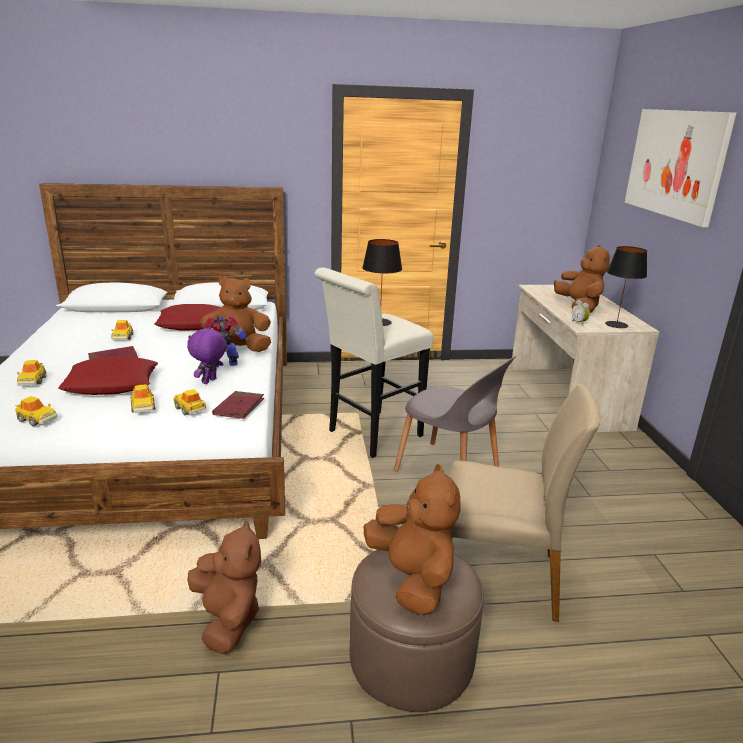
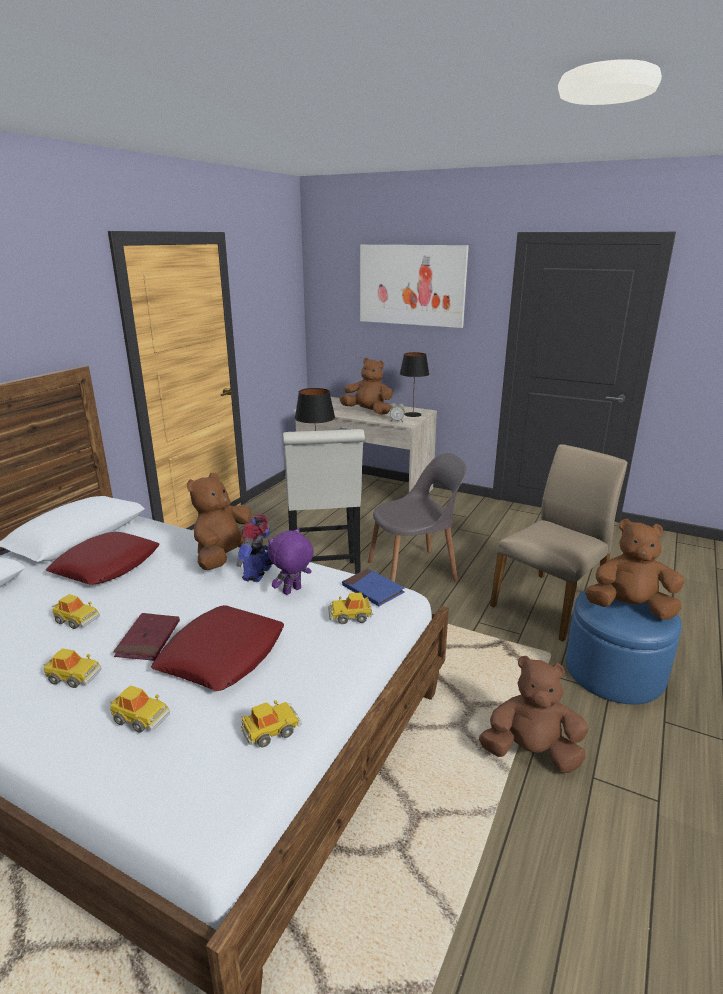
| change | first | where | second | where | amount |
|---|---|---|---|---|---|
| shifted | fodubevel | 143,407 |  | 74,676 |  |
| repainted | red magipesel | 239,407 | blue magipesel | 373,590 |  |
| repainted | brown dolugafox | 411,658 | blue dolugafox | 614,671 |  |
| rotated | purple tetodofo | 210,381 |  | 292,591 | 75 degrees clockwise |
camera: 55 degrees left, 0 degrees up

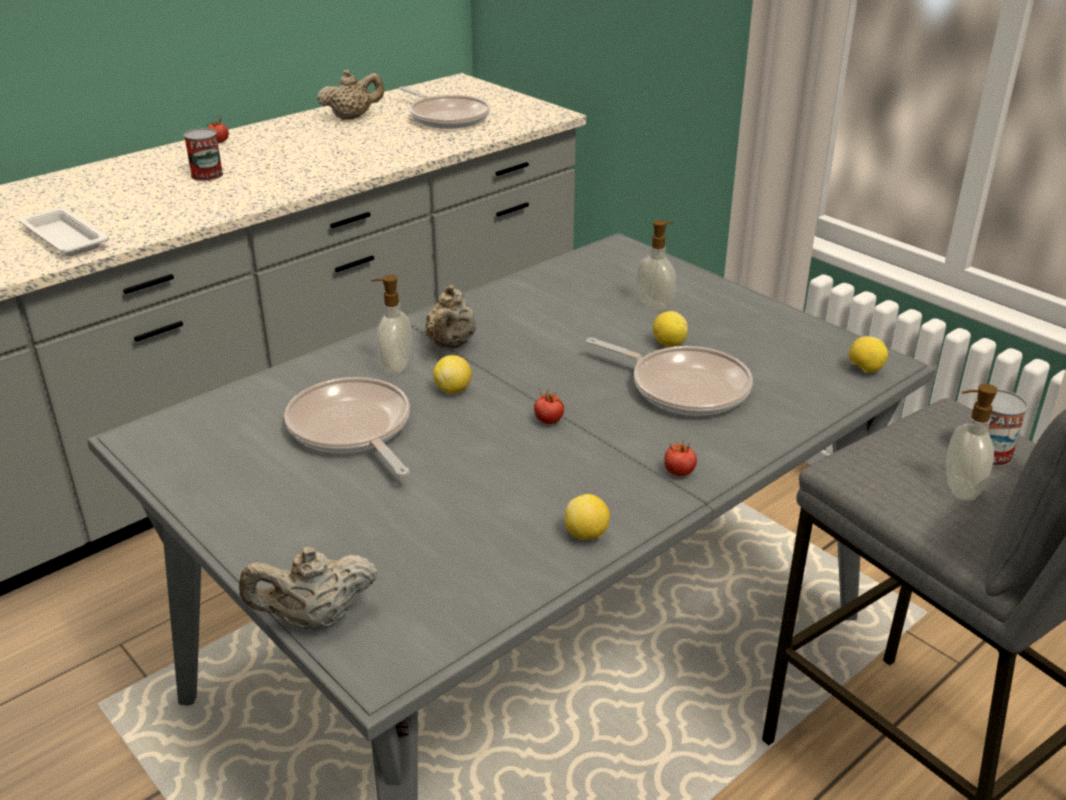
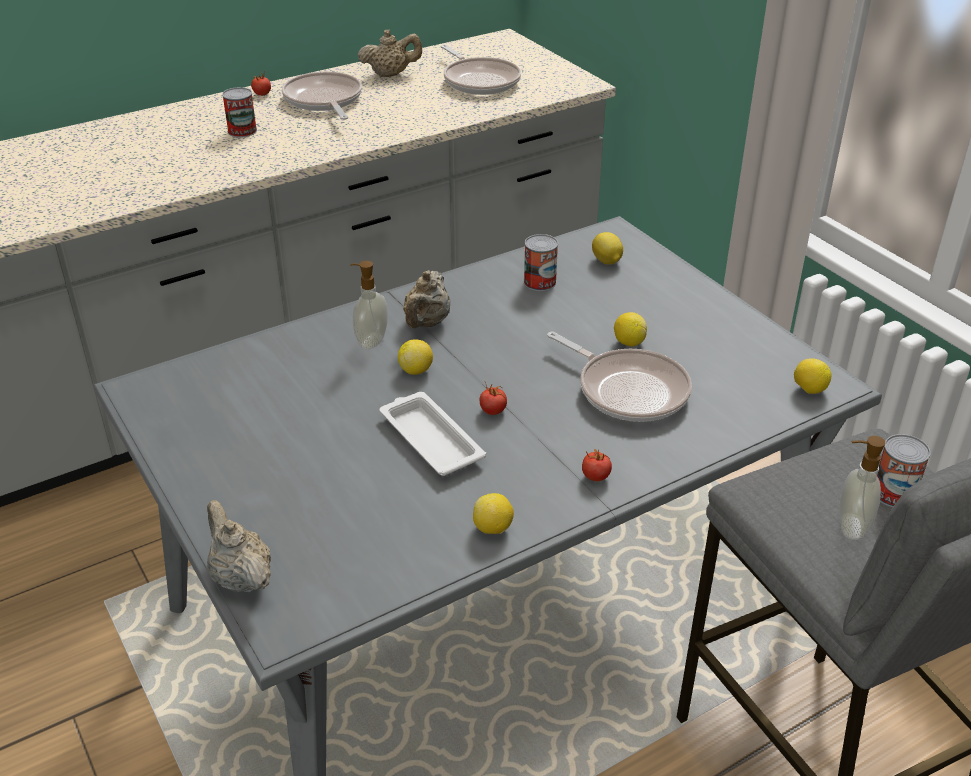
| change | first | where | second | where | amount |
|---|---|---|---|---|---|
| gone | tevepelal | 655,305 |  |  |  |
| new |  |  | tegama | 540,282 |  |
| new |  |  | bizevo | 606,261 |  |
| shifted | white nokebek | 64,238 |  | 430,439 |  |
| shifted | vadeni | 352,429 |  | 324,101 |  |
| rotated | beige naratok | 314,619 |  | 240,577 | 60 degrees clockwise |
camera: 10 degrees right, 5 degrees up

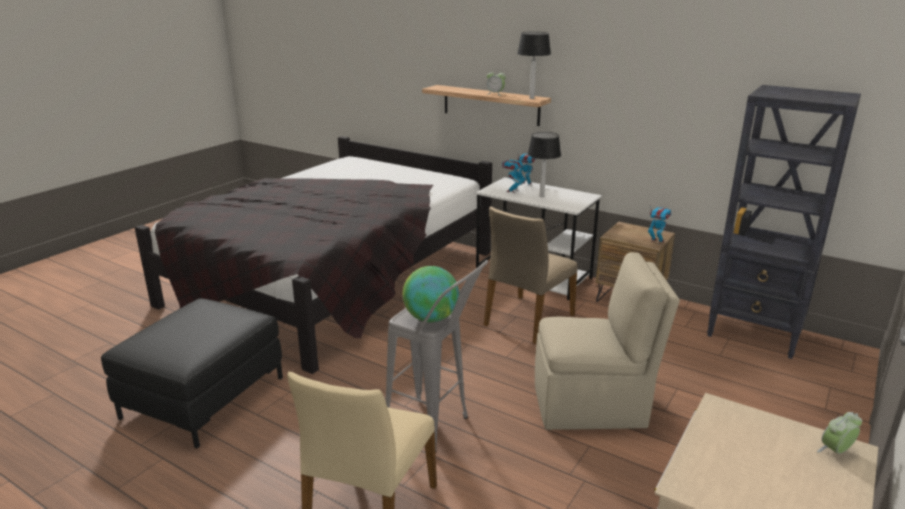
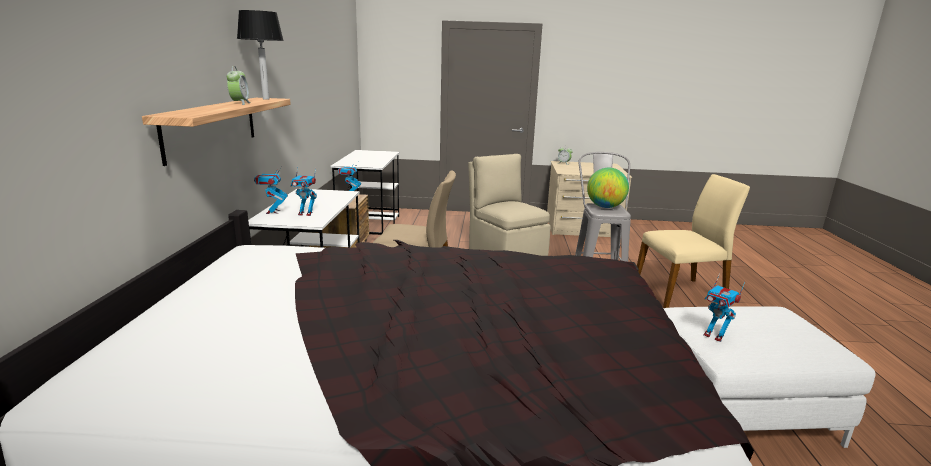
| change | first | where | second | where | amount |
|---|---|---|---|---|---|
| gone | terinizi | 541,196 |  |  |  |
| new |  |  | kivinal | 714,336 |  |
| swapped | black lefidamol | 755,334 | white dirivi | 370,227 |  |
| repainted | black dolugafox | 204,397 | white dolugafox | 738,408 |  |
camera: 120 degrees left, 5 degrees down

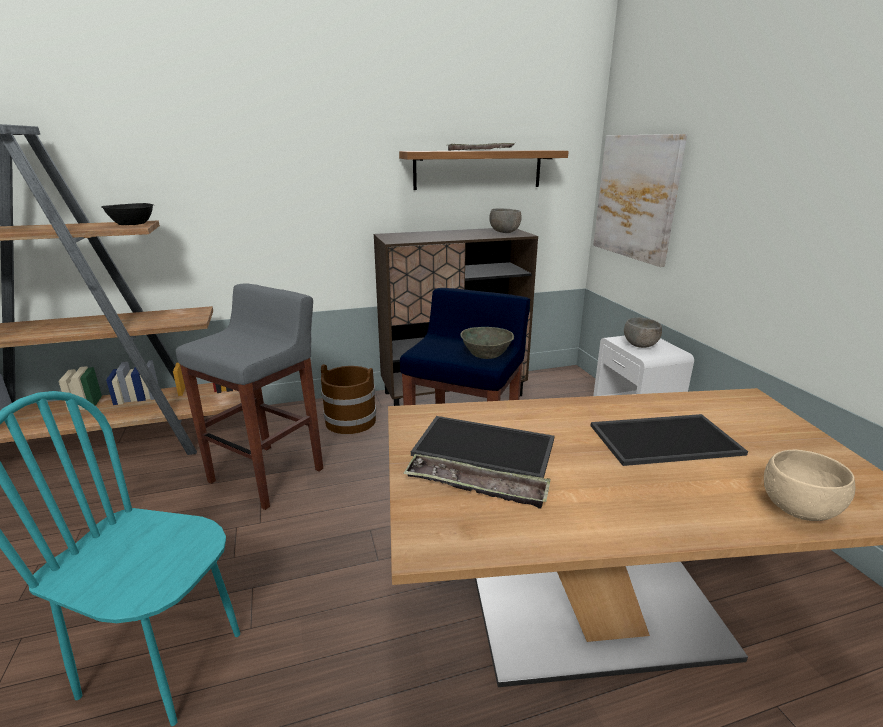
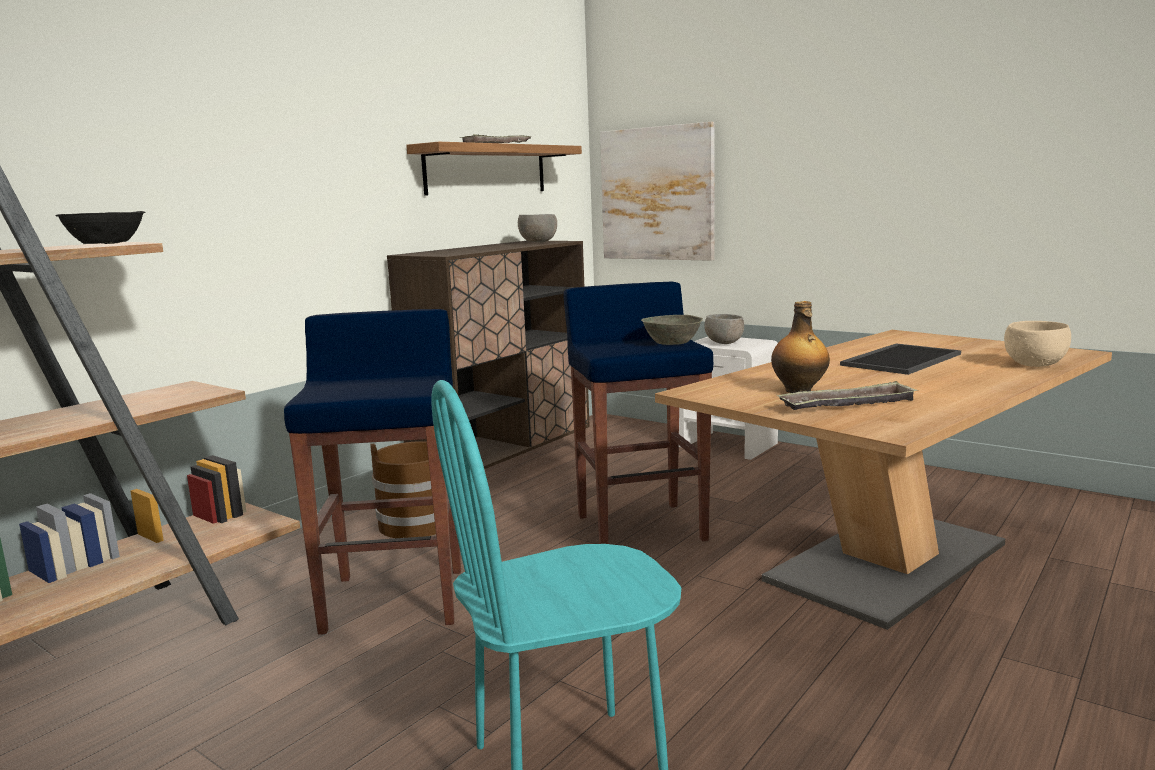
| change | first | where | second | where | amount |
|---|---|---|---|---|---|
| swapped | nokebek | 482,448 | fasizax | 799,391 |  |
| repainted | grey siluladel | 268,475 | blue siluladel | 395,599 |  |
camera: 35 degrees left, 10 degrees down

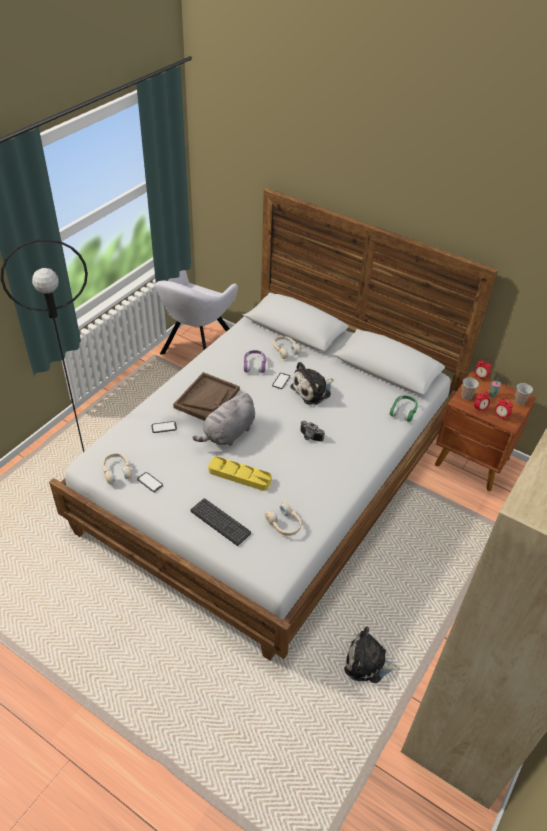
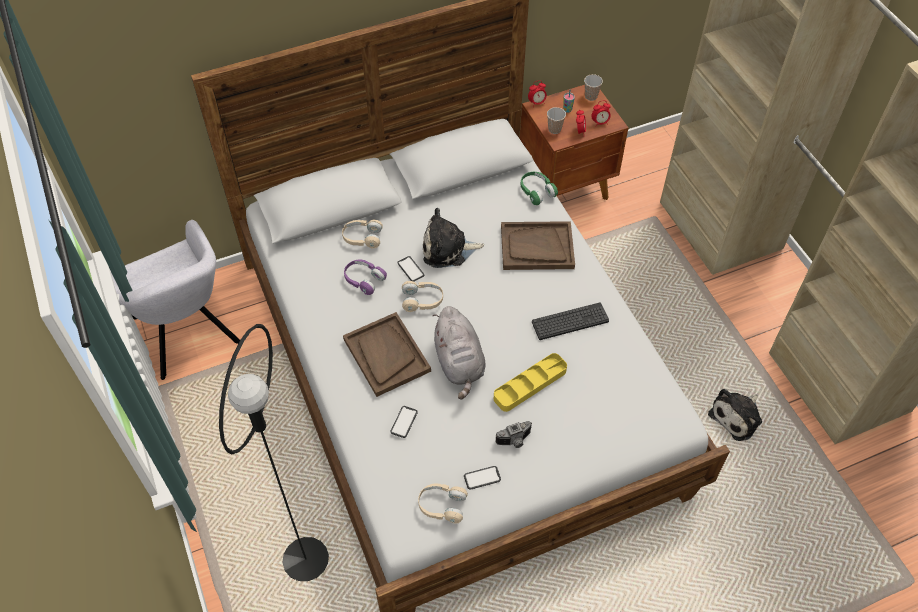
| change | first | where | second | where | amount |
|---|---|---|---|---|---|
| new |  |  | brown nokebek | 536,247 |  |
| shifted | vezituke | 220,522 |  | 570,321 |  |
| shifted | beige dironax | 284,524 |  | 422,300 |  |
| shifted | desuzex | 309,437 |  | 515,441 |  |
| rotated | tetodofo | 313,391 |  | 448,249 | 90 degrees clockwise |
camera: 55 degrees left, 10 degrees up

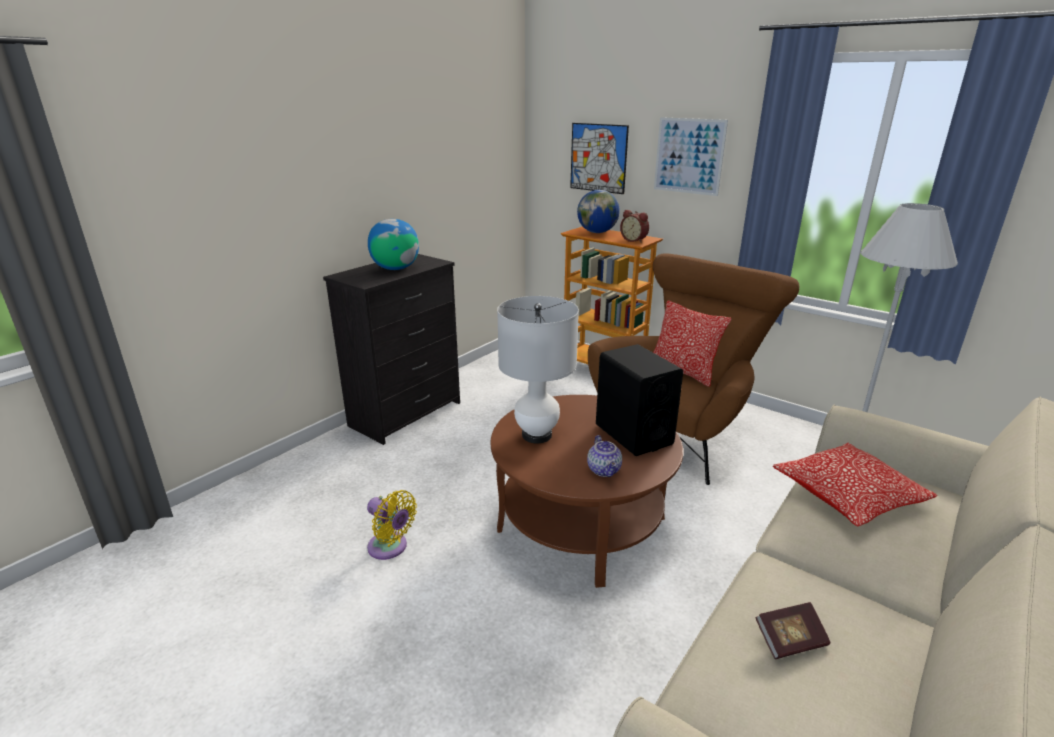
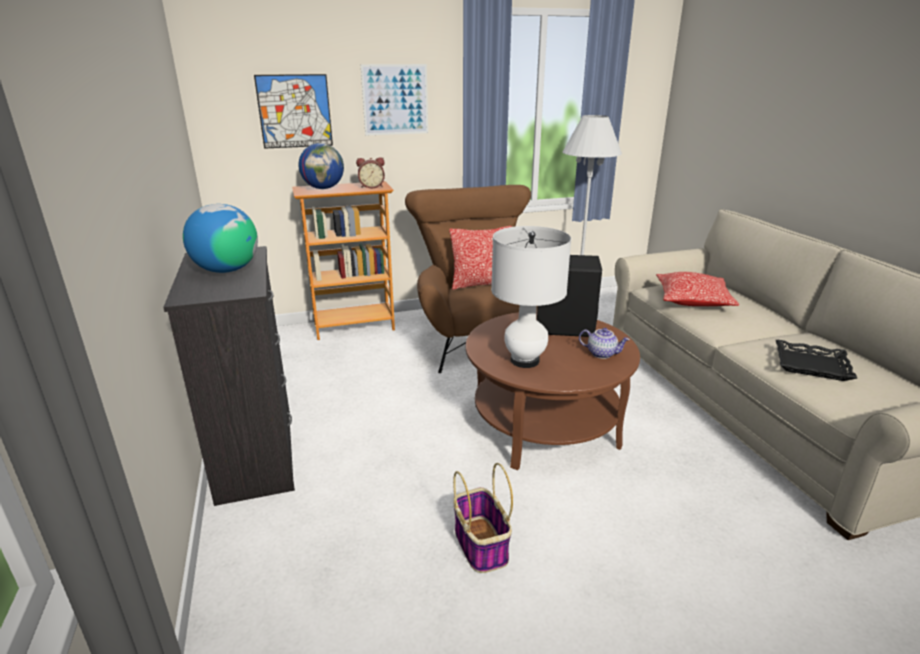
| change | first | where | second | where | amount |
|---|---|---|---|---|---|
| swapped | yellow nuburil | 390,548 | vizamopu | 480,544 |  |
| swapped | magipesel | 790,640 | black nokebek | 811,365 |  |
camera: 55 degrees left, 0 degrees up

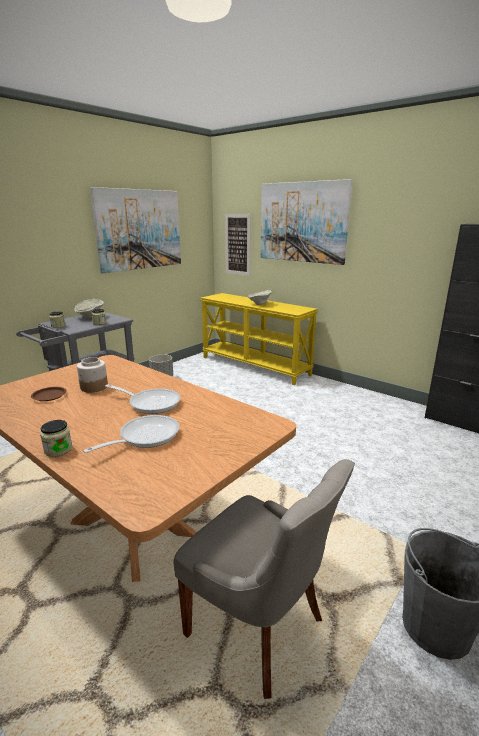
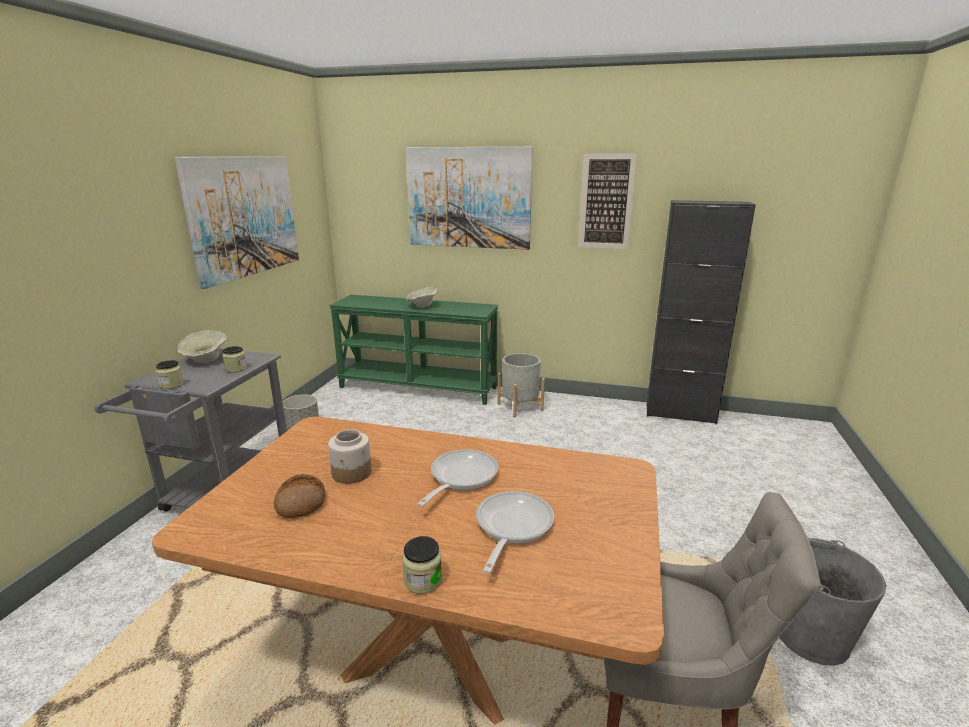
| change | first | where | second | where | amount |
|---|---|---|---|---|---|
| new |  |  | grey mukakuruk | 520,407 |  |
| shifted | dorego | 237,244 |  | 606,202 |  |
| swapped | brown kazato | 49,396 | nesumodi | 301,503 |  |
| repainted | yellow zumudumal | 255,365 | green zumudumal | 418,387 |  |
| rotated | vadeni | 151,403 |  | 460,477 | 60 degrees counterclockwise |
camera: 25 degrees left, 0 degrees up

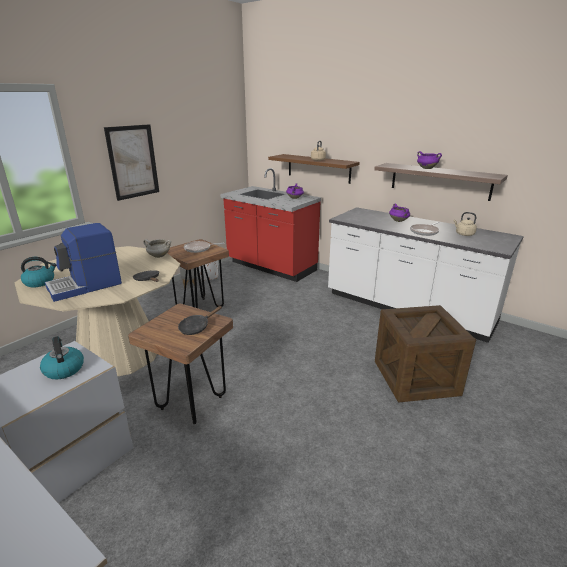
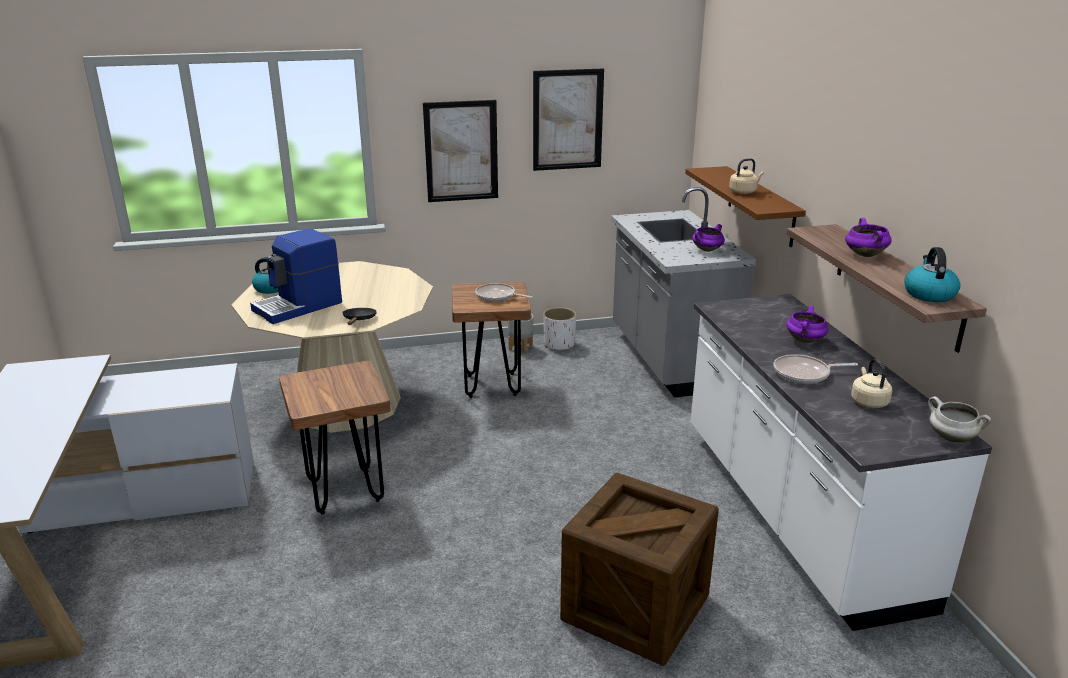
| change | first | where | second | where | amount |
|---|---|---|---|---|---|
| gone | black vadeni | 196,327 |  |  |  |
| new |  |  | dorego | 567,120 |  |
| shifted | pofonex | 64,369 |  | 928,294 |  |
| shifted | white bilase | 158,256 |  | 951,438 |  |
| repainted | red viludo | 271,267 | grey viludo | 668,359 |  |
| rotated | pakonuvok | 85,286 |  | 299,307 | 45 degrees counterclockwise |
camera: 40 degrees right, 0 degrees up

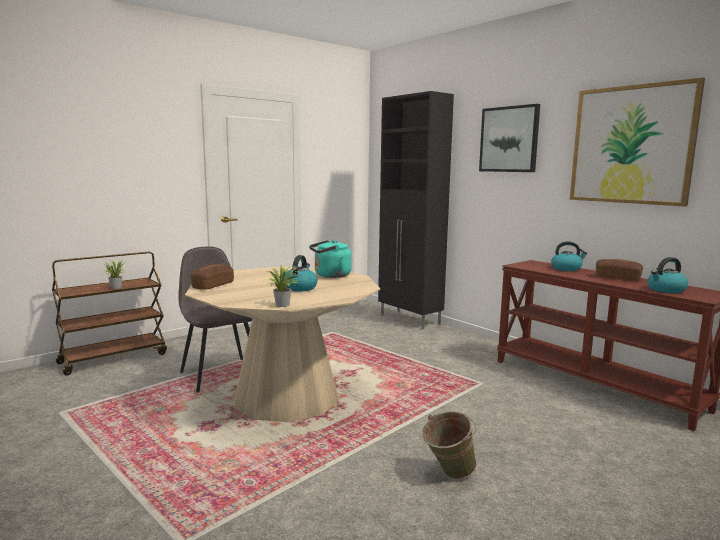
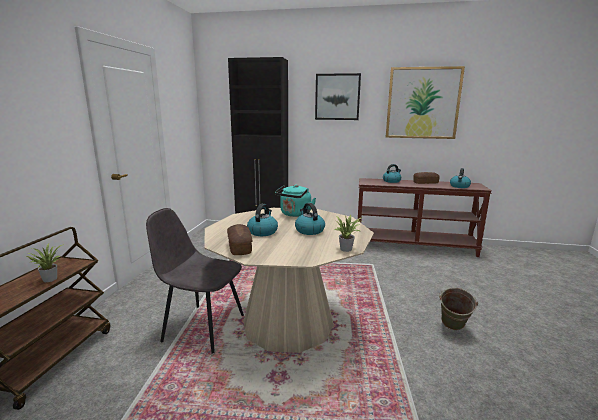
| change | first | where | second | where | amount |
|---|---|---|---|---|---|
| new |  |  | pofonex | 262,232 |  |
camera: 40 degrees left, 5 degrees up

